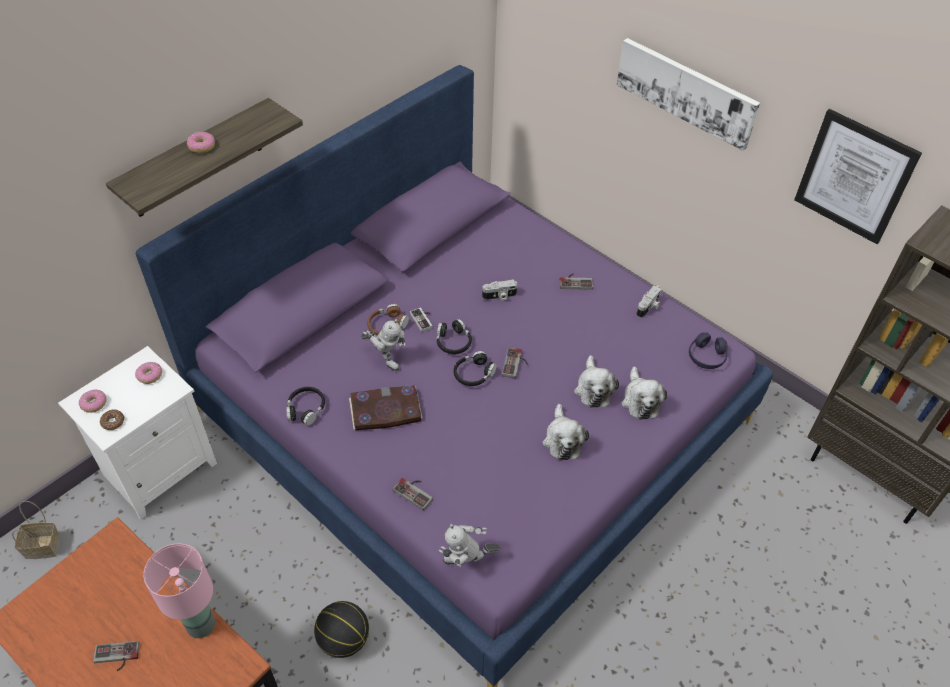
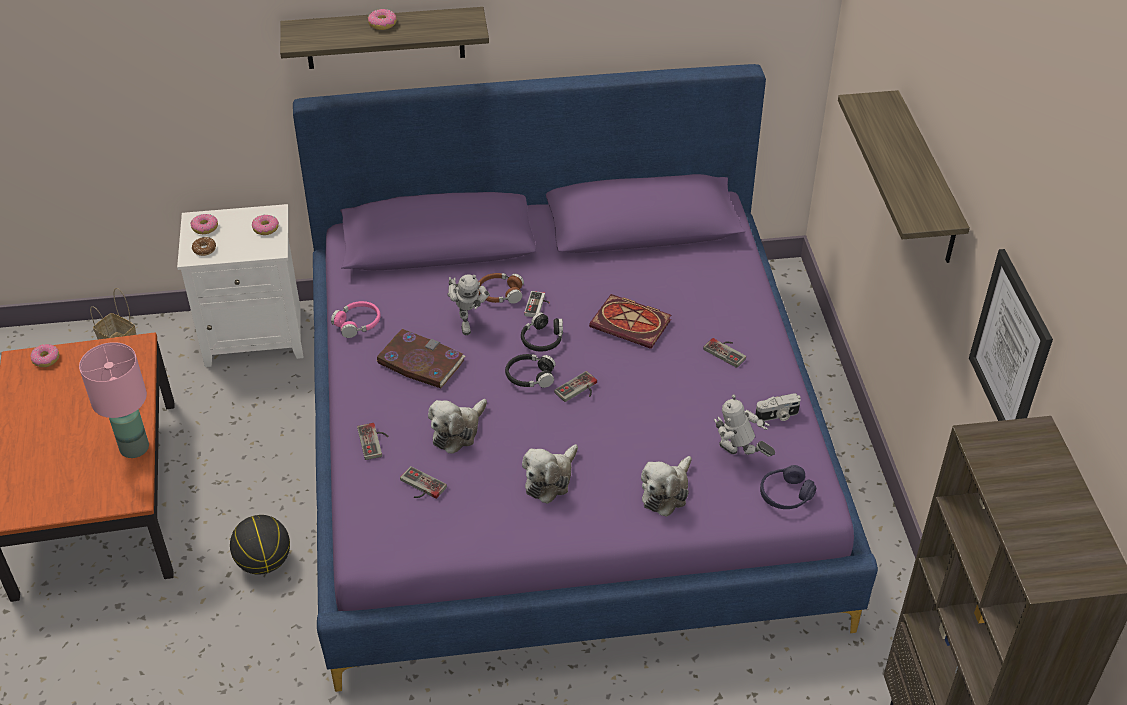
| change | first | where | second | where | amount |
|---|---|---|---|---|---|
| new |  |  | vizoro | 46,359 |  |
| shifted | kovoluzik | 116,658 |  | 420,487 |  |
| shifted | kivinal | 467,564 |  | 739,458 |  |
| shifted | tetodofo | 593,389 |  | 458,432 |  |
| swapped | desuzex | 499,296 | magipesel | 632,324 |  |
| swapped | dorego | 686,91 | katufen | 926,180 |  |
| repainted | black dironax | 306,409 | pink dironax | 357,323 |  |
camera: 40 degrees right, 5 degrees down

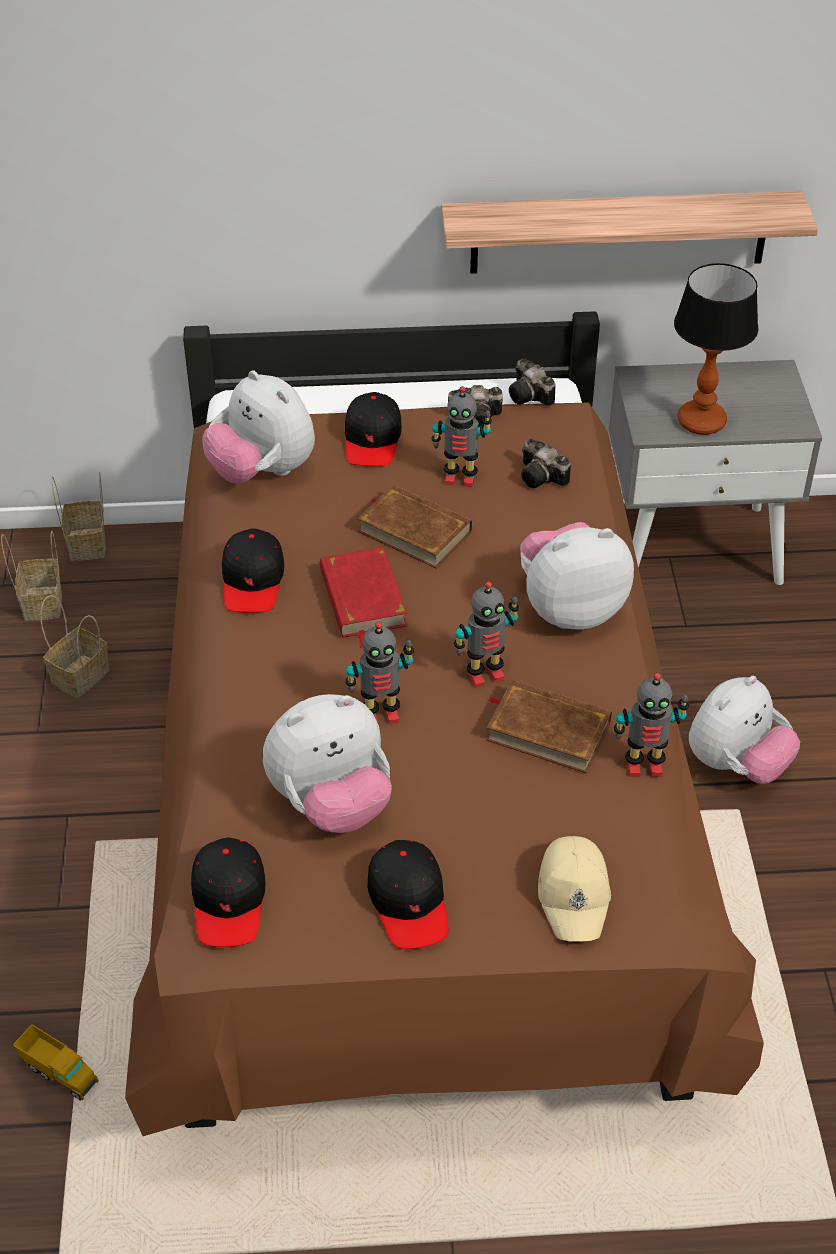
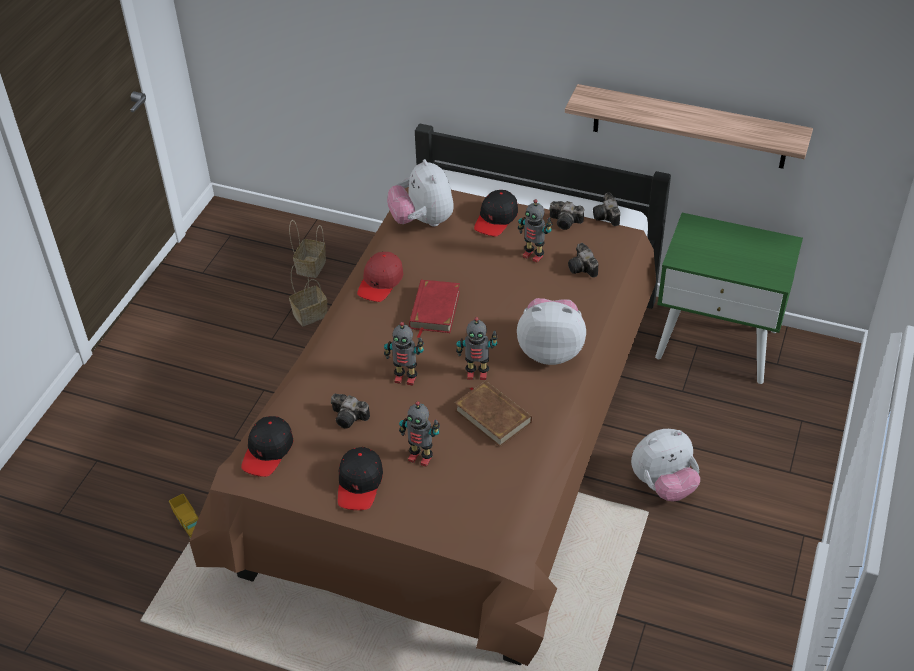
| change | first | where | second | where | amount |
|---|---|---|---|---|---|
| gone | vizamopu | 88,545 |  |  |  |
| gone | brown magipesel | 414,531 |  |  |  |
| gone | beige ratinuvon | 574,894 |  |  |  |
| gone | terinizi | 701,421 |  |  |  |
| shifted | kivinal | 644,765 |  | 420,457 |  |
| swapped | tetodofo | 331,803 | desuzex | 350,418 |  |
| repainted | black ratinuvon | 253,581 | red ratinuvon | 380,282 |  |
| repainted | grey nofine | 694,547 | green nofine | 717,343 |  |
camera: 25 degrees right, 0 degrees up

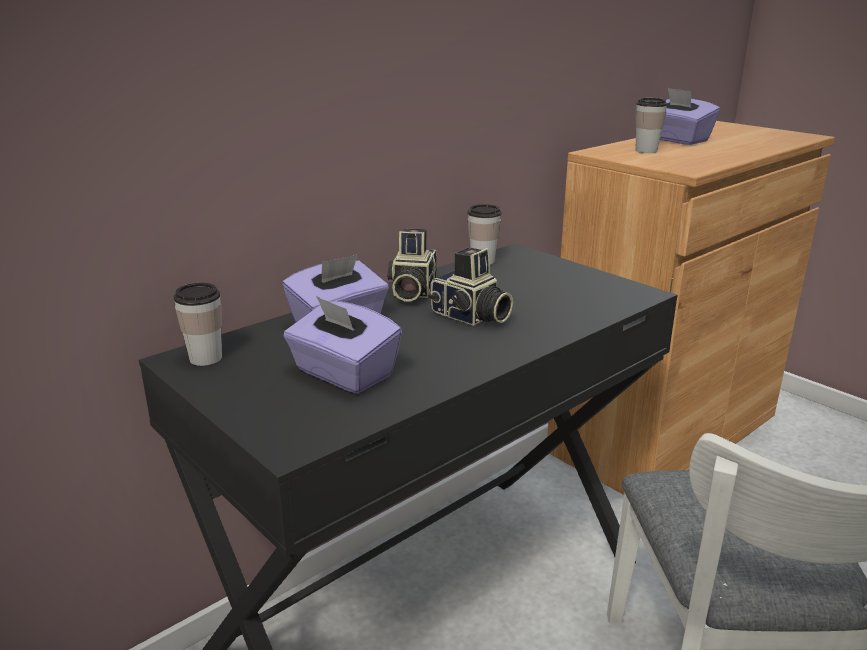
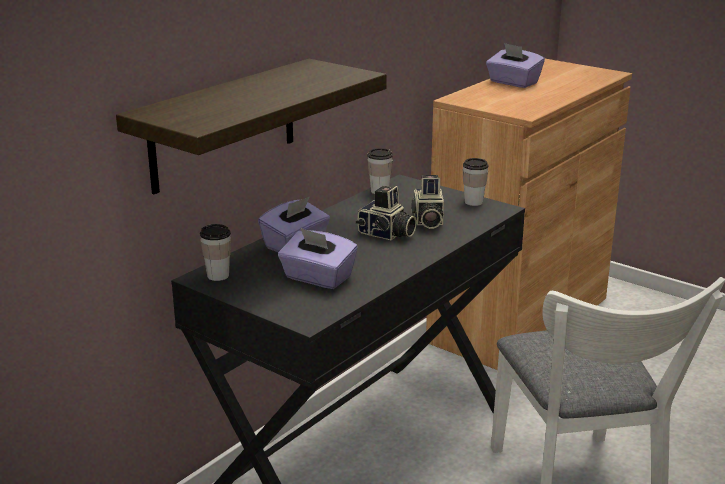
| change | first | where | second | where | amount |
|---|---|---|---|---|---|
| new |  |  | katufen | 224,125 |  |
| shifted | desuzex | 411,292 |  | 427,221 |  |
| shifted | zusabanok | 646,151 |  | 473,202 |  |
camera: 10 degrees left, 0 degrees up

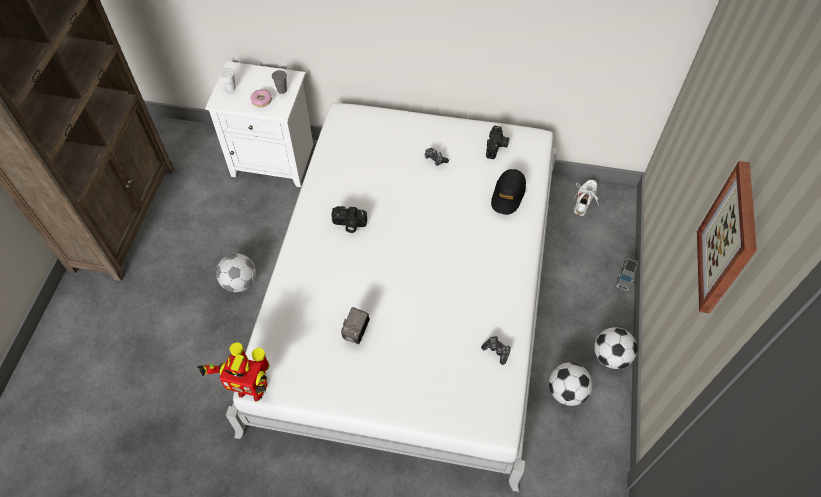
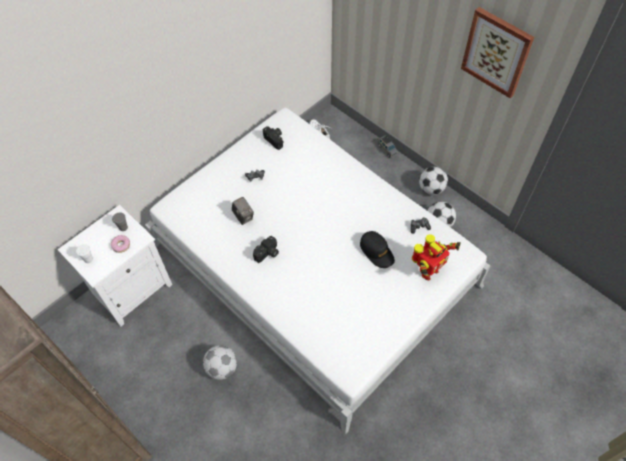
| change | first | where | second | where | amount |
|---|---|---|---|---|---|
| shifted | kivinal | 250,389 |  | 428,272 |  |
| shifted | desuzex | 356,332 |  | 243,216 |  |
| shifted | black ratinuvon | 508,195 |  | 377,251 |  |
camera: 55 degrees left, 0 degrees up

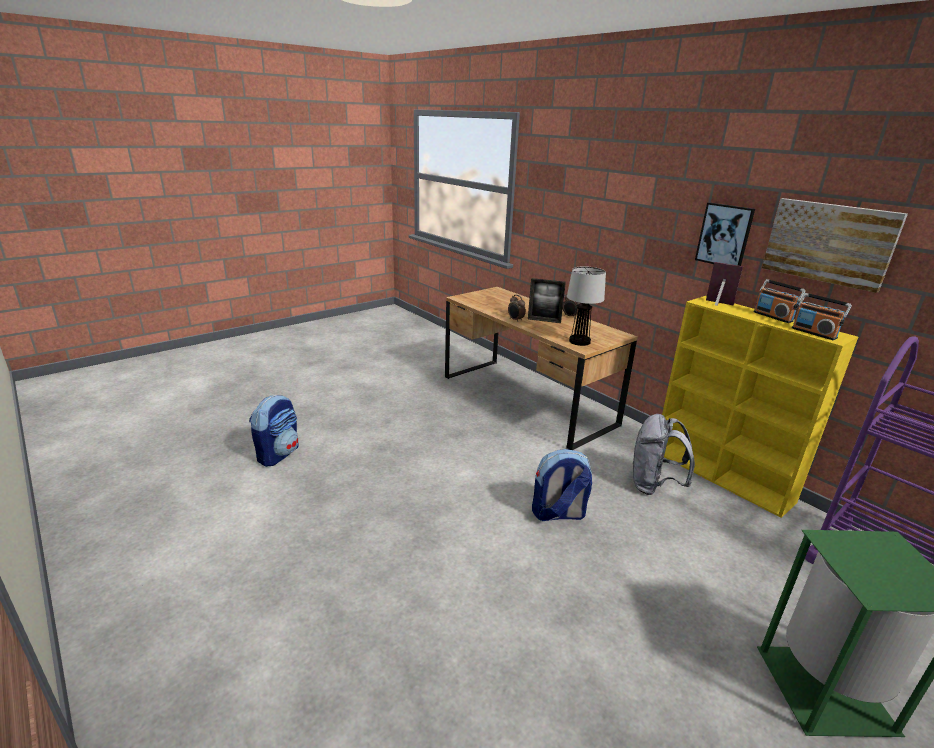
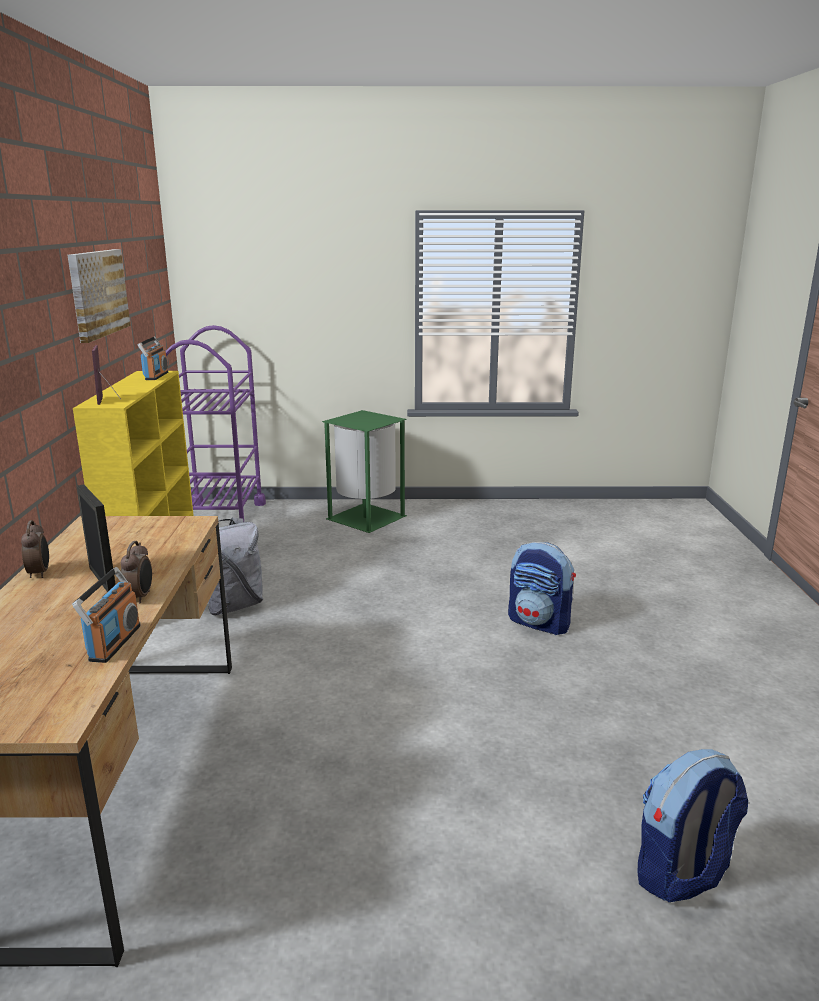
| change | first | where | second | where | amount |
|---|---|---|---|---|---|
| gone | terinizi | 579,341 |  |  |  |
| gone | dorego | 724,235 |  |  |  |
| shifted | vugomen | 558,514 |  | 540,623 |  |
| shifted | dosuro | 773,316 |  | 114,643 |  |
camera: 140 degrees left, 5 degrees down

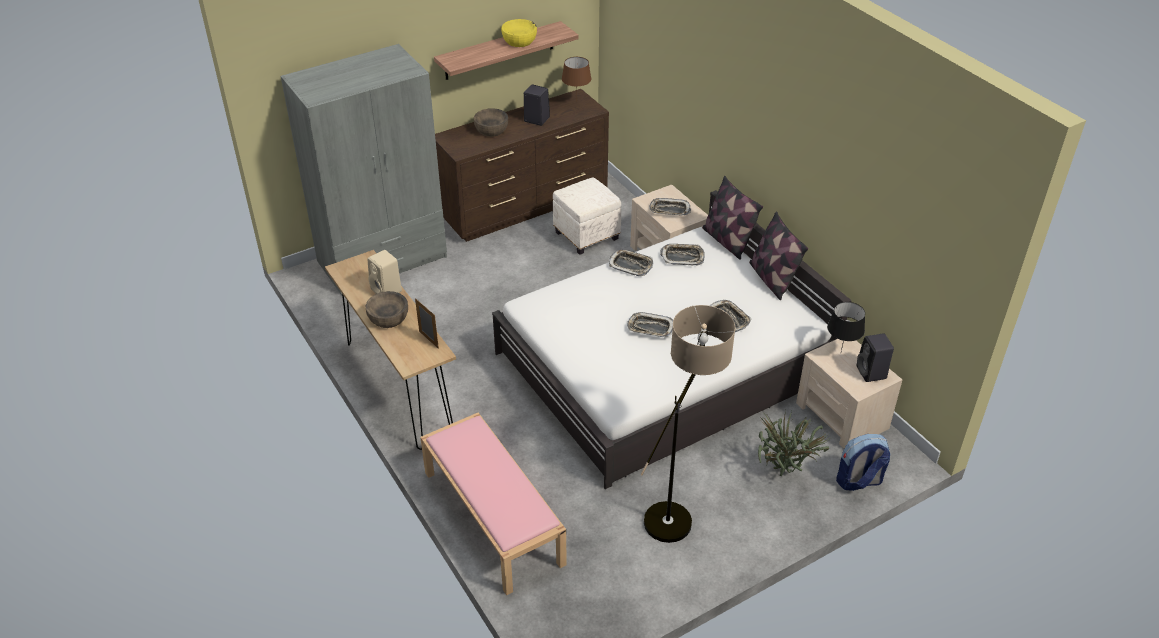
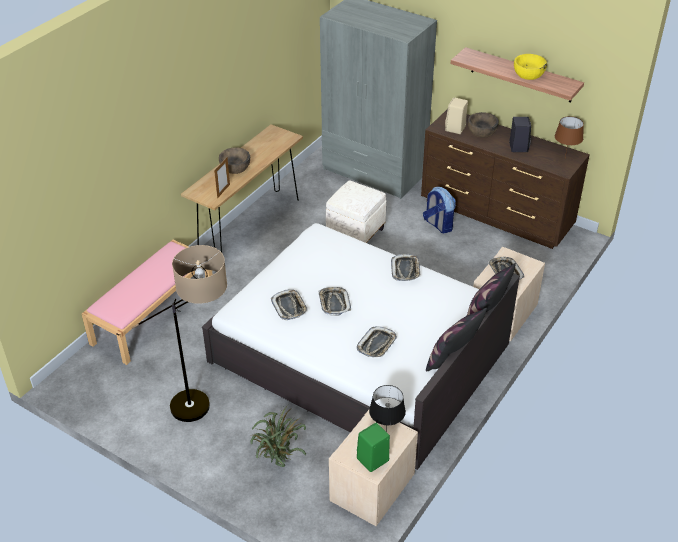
| change | first | where | second | where | amount |
|---|---|---|---|---|---|
| shifted | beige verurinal | 387,290 |  | 455,129 |  |
| shifted | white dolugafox | 586,236 |  | 355,232 |  |
| shifted | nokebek | 682,257 |  | 289,307 |  |
| shifted | vugomen | 858,481 |  | 438,225 |  |
| repainted | black verurinal | 872,373 | green verurinal | 372,460 |  |
camera: 65 degrees right, 0 degrees up

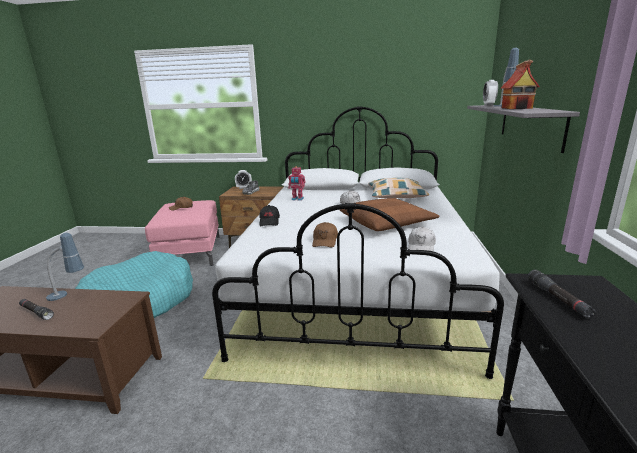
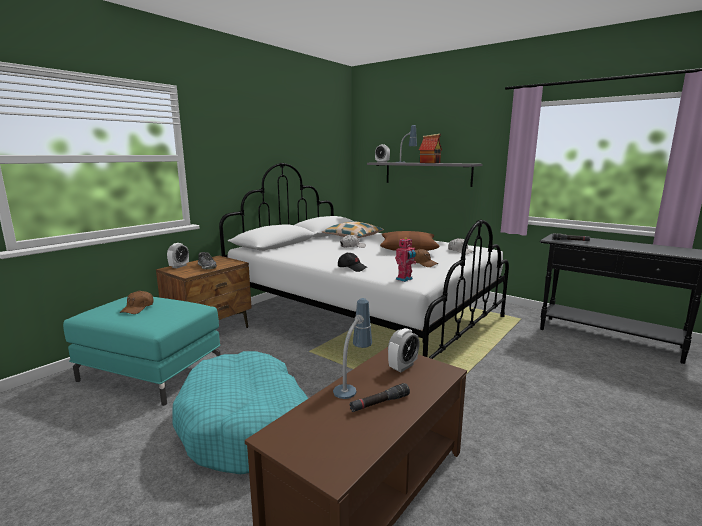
| change | first | where | second | where | amount |
|---|---|---|---|---|---|
| new |  |  | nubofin | 403,366 |  |
| shifted | kivinal | 297,199 |  | 405,279 |  |
| repainted | pink dolugafox | 190,252 | turquoise dolugafox | 151,372 |  |
camera: 60 degrees left, 5 degrees down

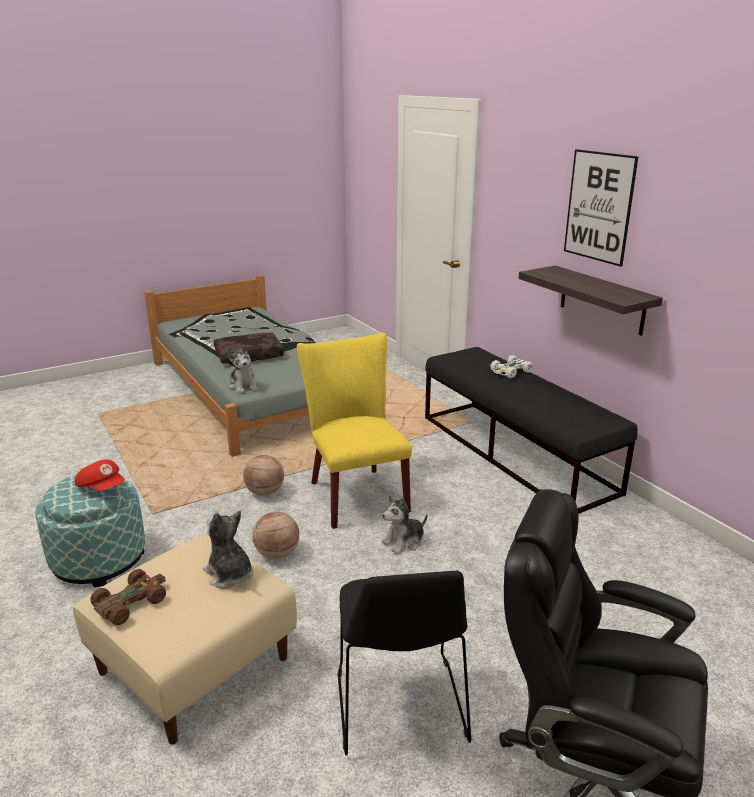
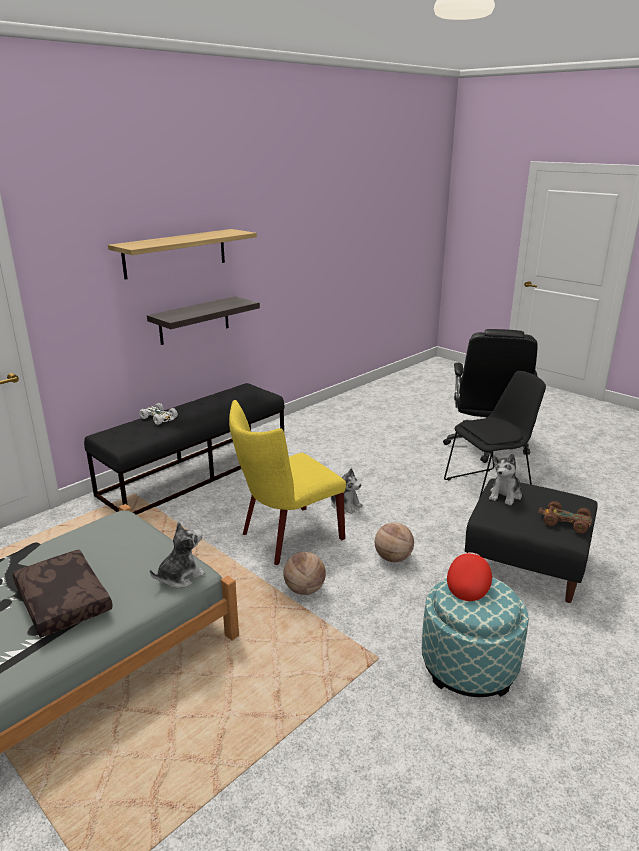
| change | first | where | second | where | amount |
|---|---|---|---|---|---|
| swapped | dorego | 599,207 | katufen | 175,253 |  |
| repainted | beige dolugafox | 194,666 | black dolugafox | 526,562 |  |
camera: 105 degrees left, 0 degrees up

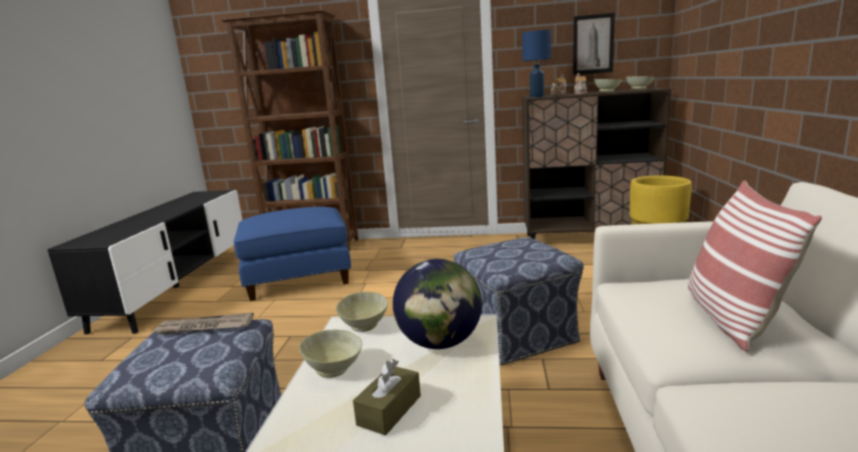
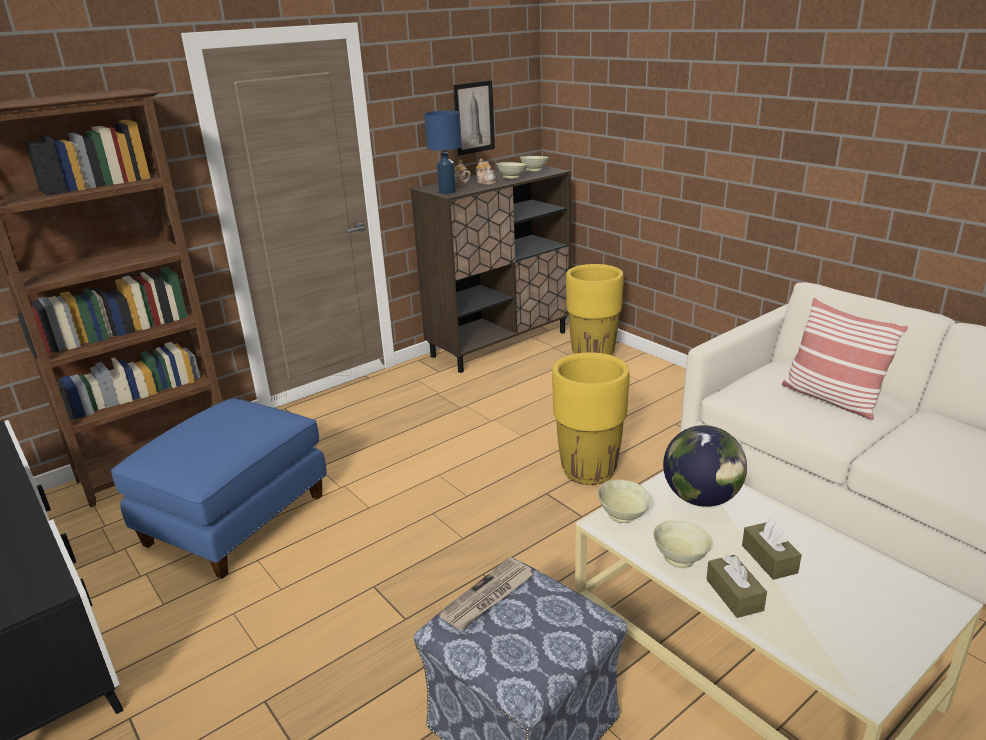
| change | first | where | second | where | amount |
|---|---|---|---|---|---|
| new |  |  | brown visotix | 734,595 |  |
| swapped | dolugafox | 517,334 | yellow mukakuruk | 588,471 |  |
camera: 45 degrees left, 10 degrees up

